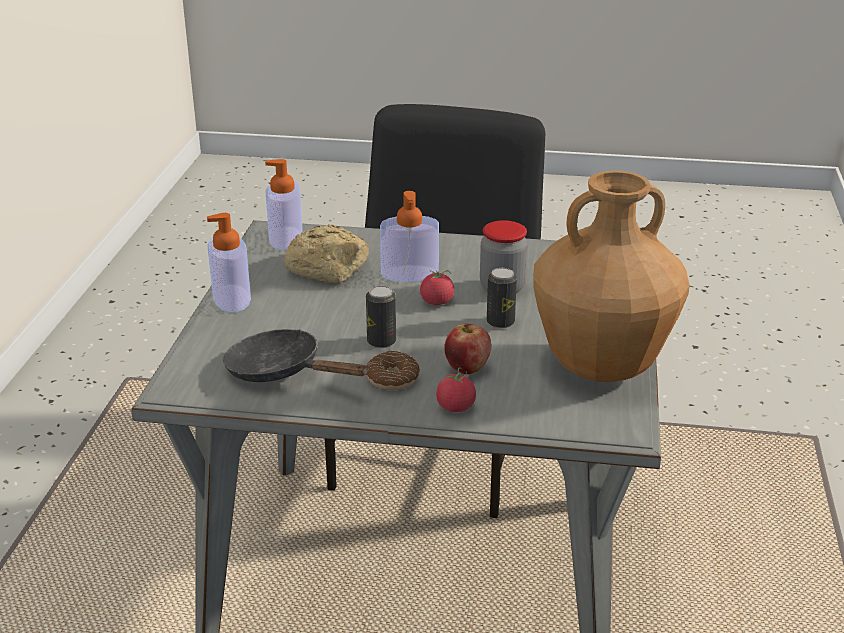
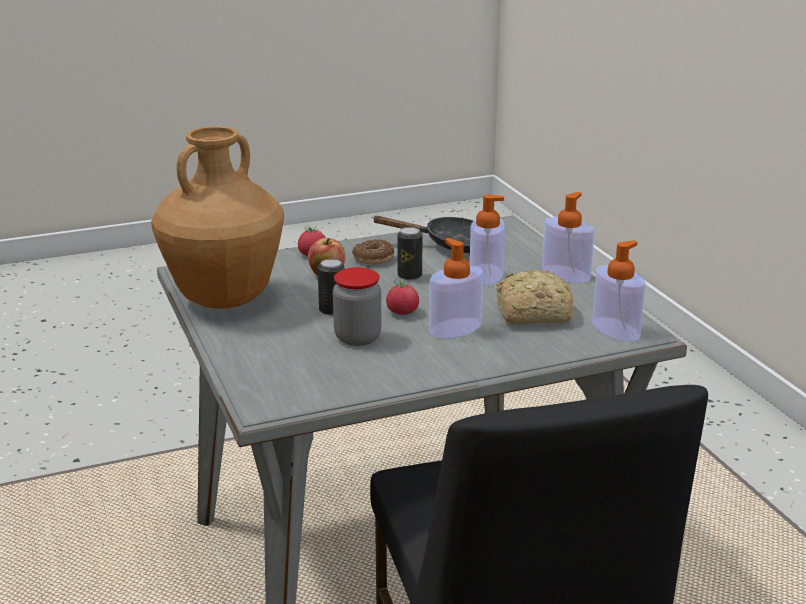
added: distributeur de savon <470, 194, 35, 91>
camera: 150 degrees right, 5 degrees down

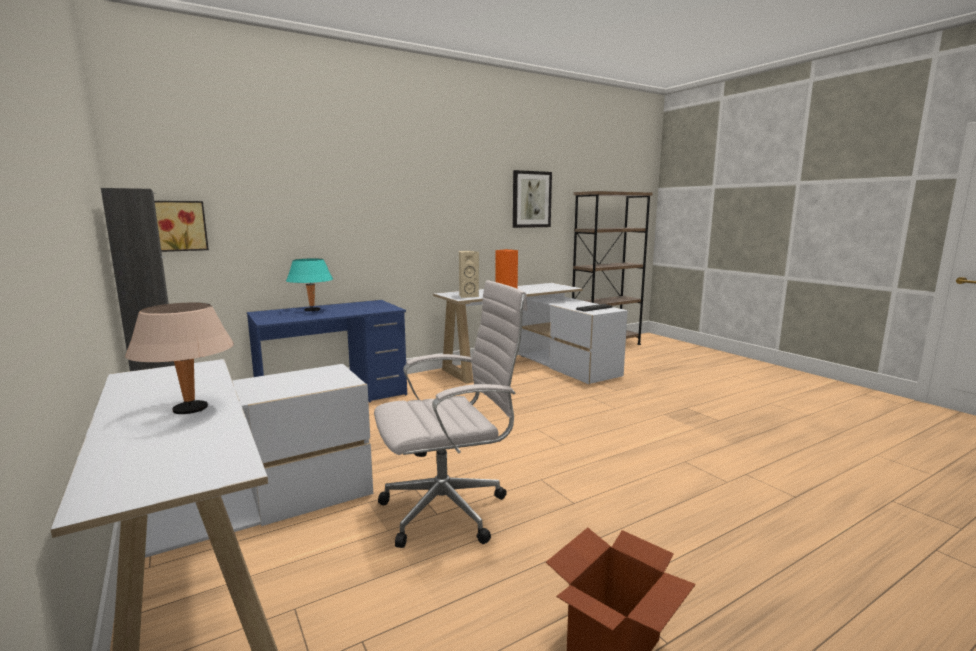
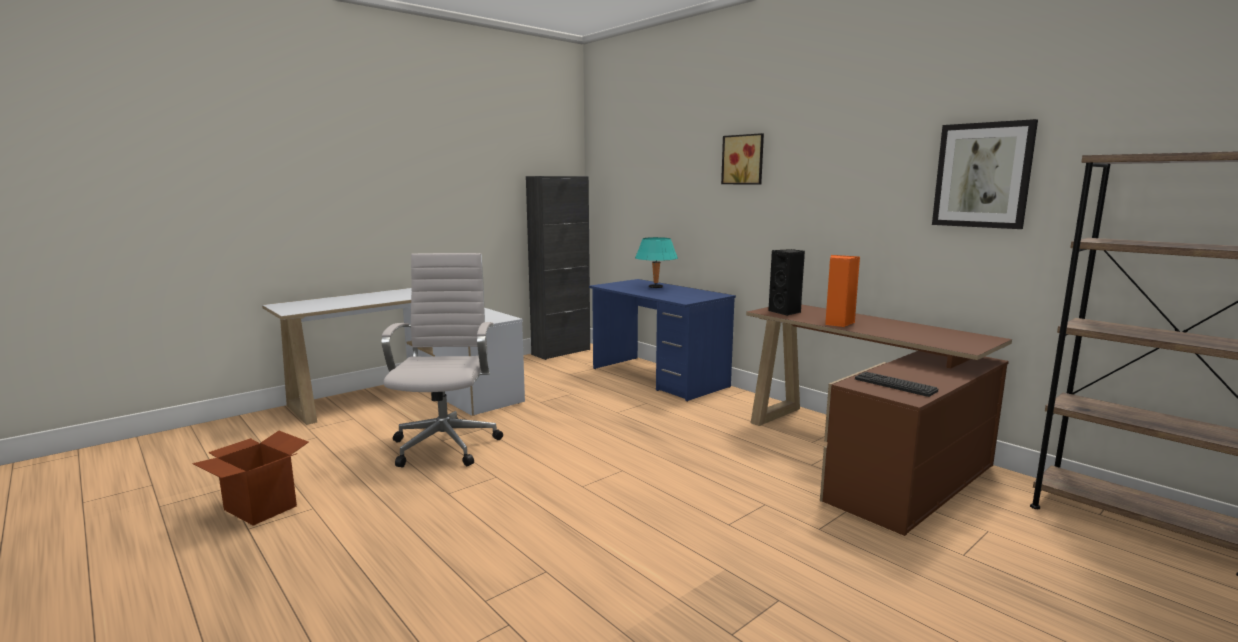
removed: lampe de table (beige) <125, 303, 109, 111>
moved: tableau <154, 201, 55, 51> to <721, 133, 43, 52>
recoloured: enceinte (beige) <459, 251, 20, 47> to enceinte (noir) <768, 249, 37, 67>; bureau (blanc) <433, 283, 195, 101> to bureau (marron) <746, 304, 266, 232>
turned: chaise de bureau (blanc) <374, 280, 154, 268> = <381, 253, 122, 214> 150 degrees counterclockwise
camera: 80 degrees right, 0 degrees up

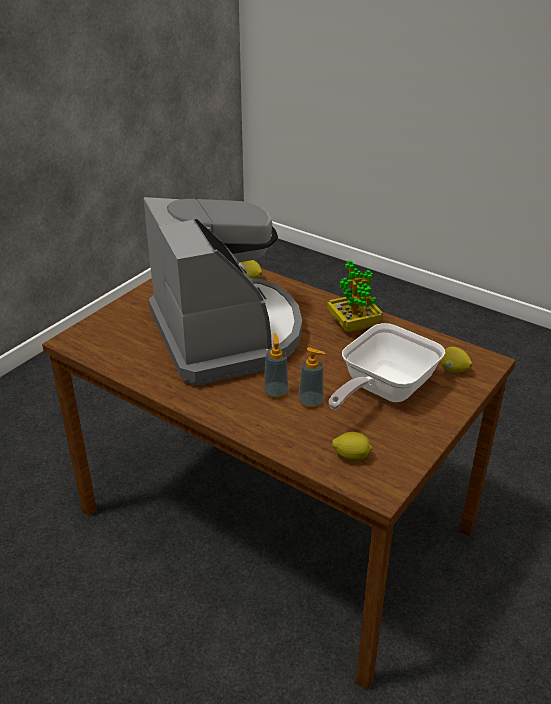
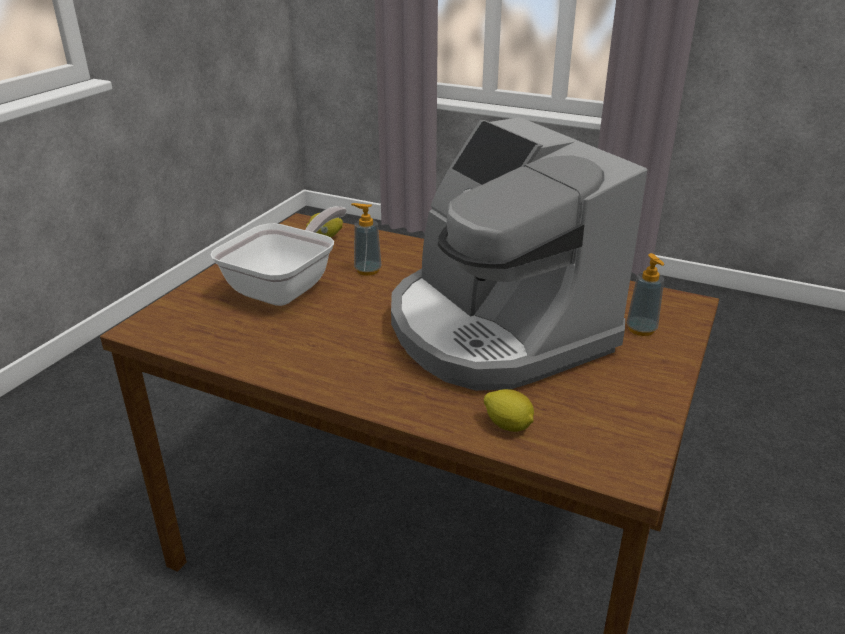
removed: plante en pot <327, 260, 56, 72>; citron <440, 347, 32, 26>
moved: distributeur de savon <264, 333, 24, 66> to <627, 253, 38, 83>
camera: 170 degrees right, 5 degrees down

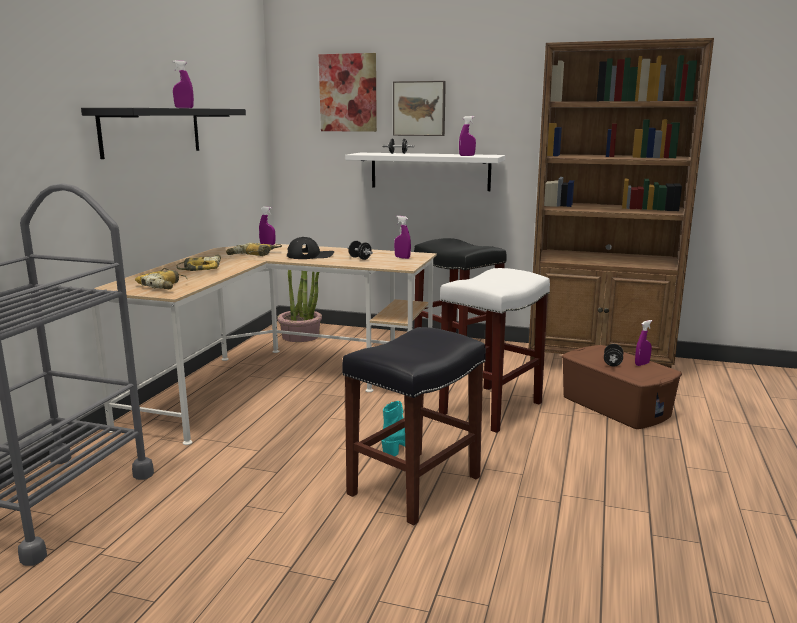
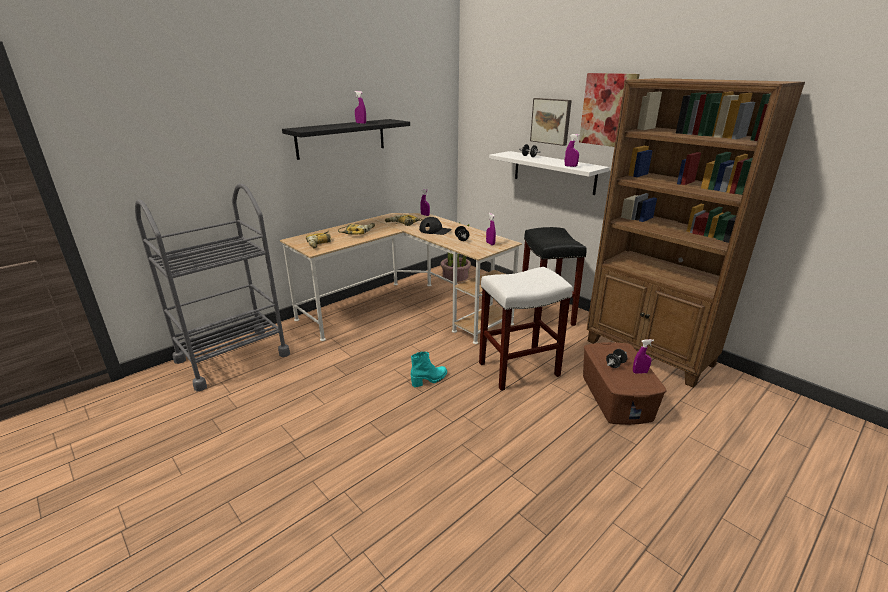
removed: tabouret (noir) <342, 327, 144, 198>
moved: tableau <319, 53, 58, 79> to <579, 73, 60, 74>
camera: 30 degrees right, 10 degrees up

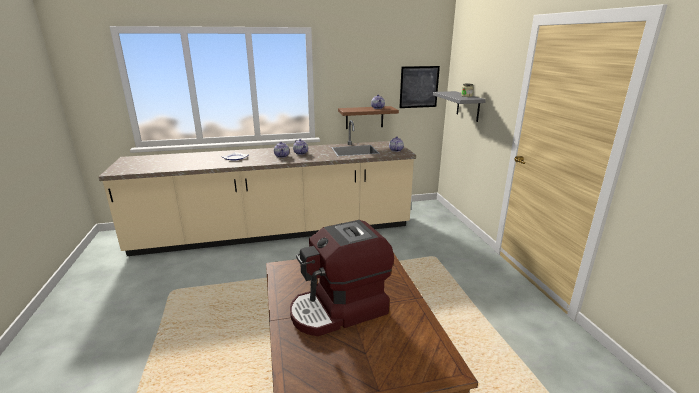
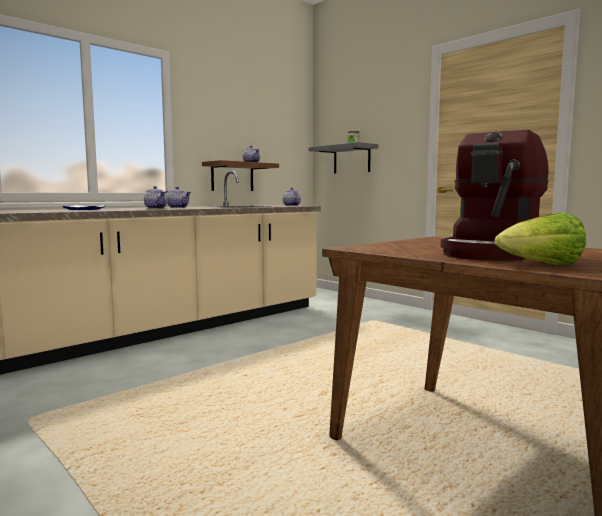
removed: tableau <399, 66, 41, 42>
added: laitue <495, 212, 91, 53>
camera: 30 degrees left, 15 degrees down

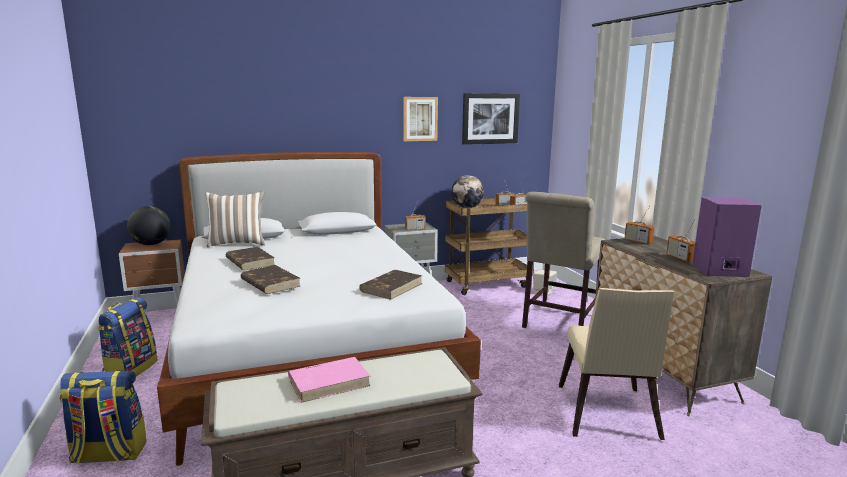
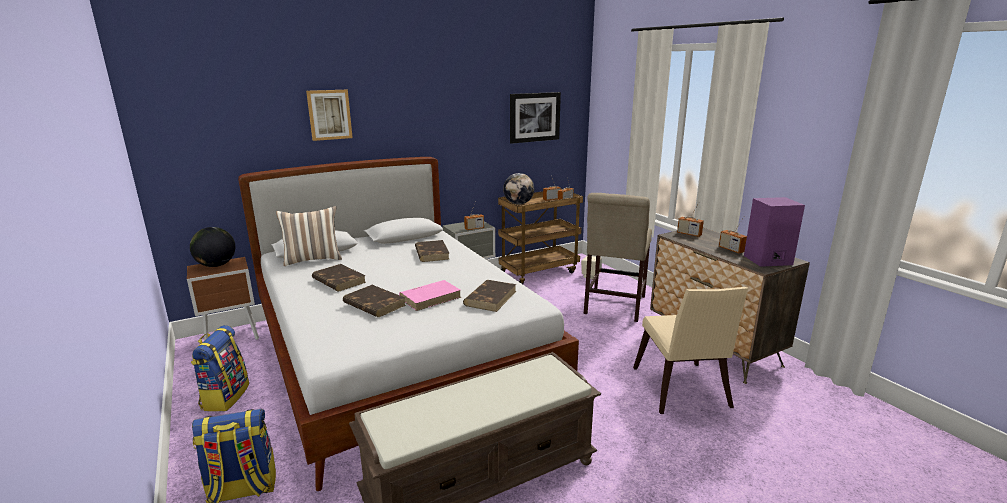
added: livre (marron) <415, 240, 34, 22>
moved: tableau <403, 97, 35, 44> to <306, 90, 47, 51>; livre (rose) <288, 357, 83, 46> to <399, 280, 62, 31>
camera: 10 degrees left, 5 degrees up

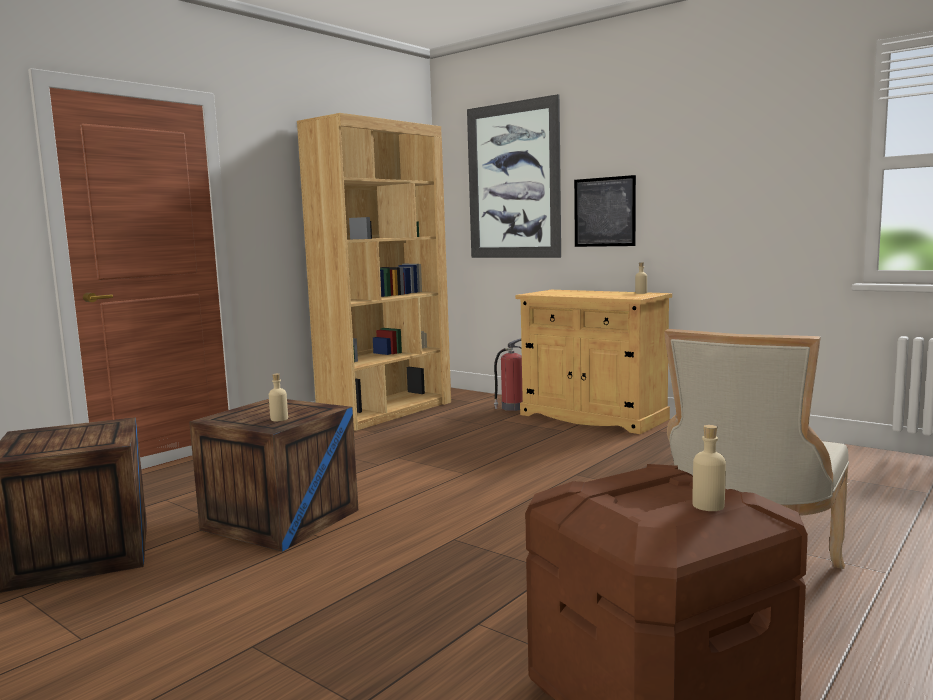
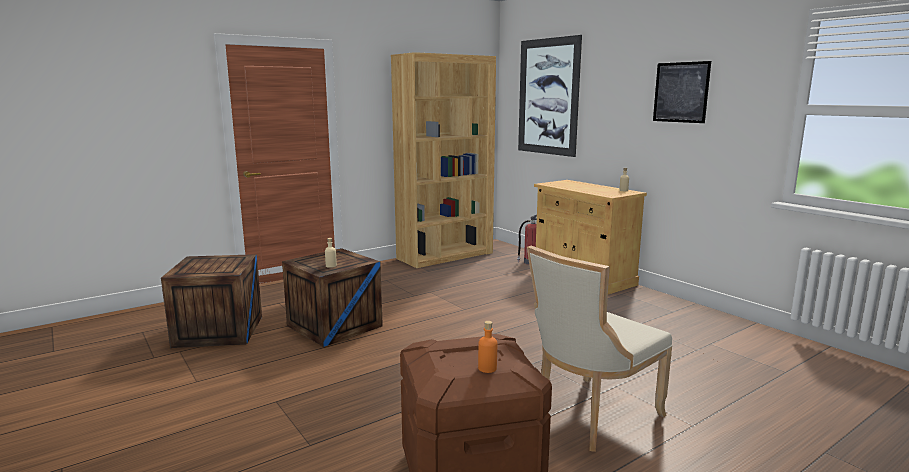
moved: tableau <574, 175, 62, 72> to <653, 61, 58, 62>
recoloured: bouteille (beige) <692, 425, 34, 86> to bouteille (orange) <478, 321, 19, 52>
camera: 15 degrees right, 5 degrees up

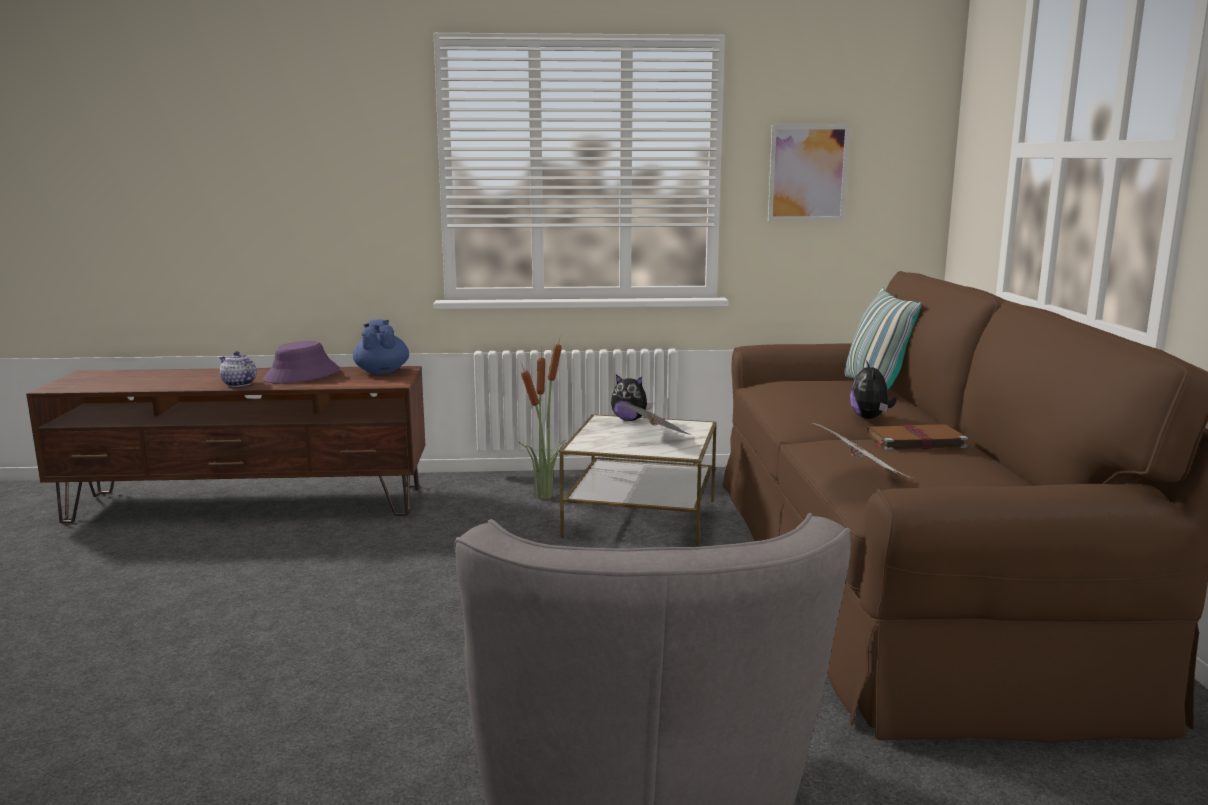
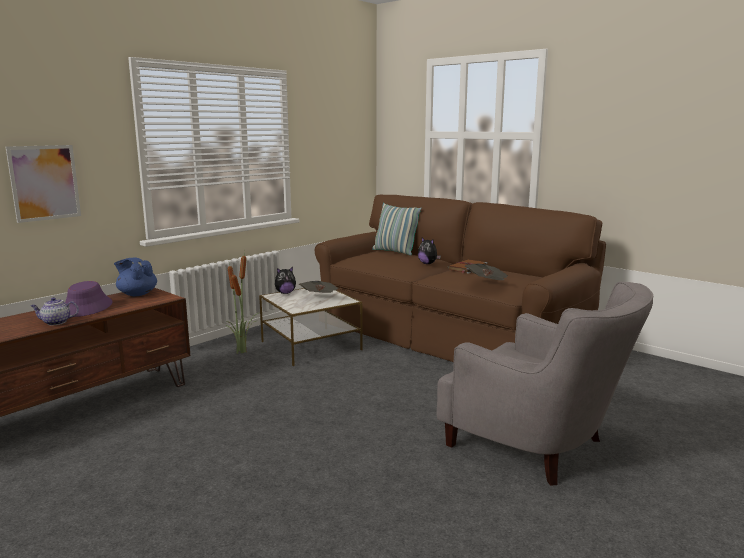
moved: tableau <768, 125, 82, 96> to <6, 145, 75, 78>
camera: 45 degrees left, 0 degrees up

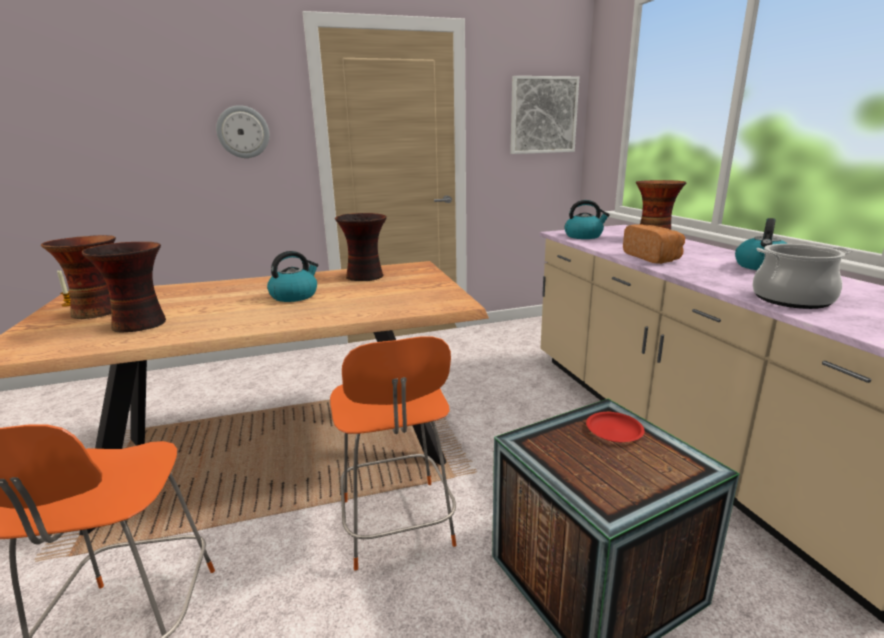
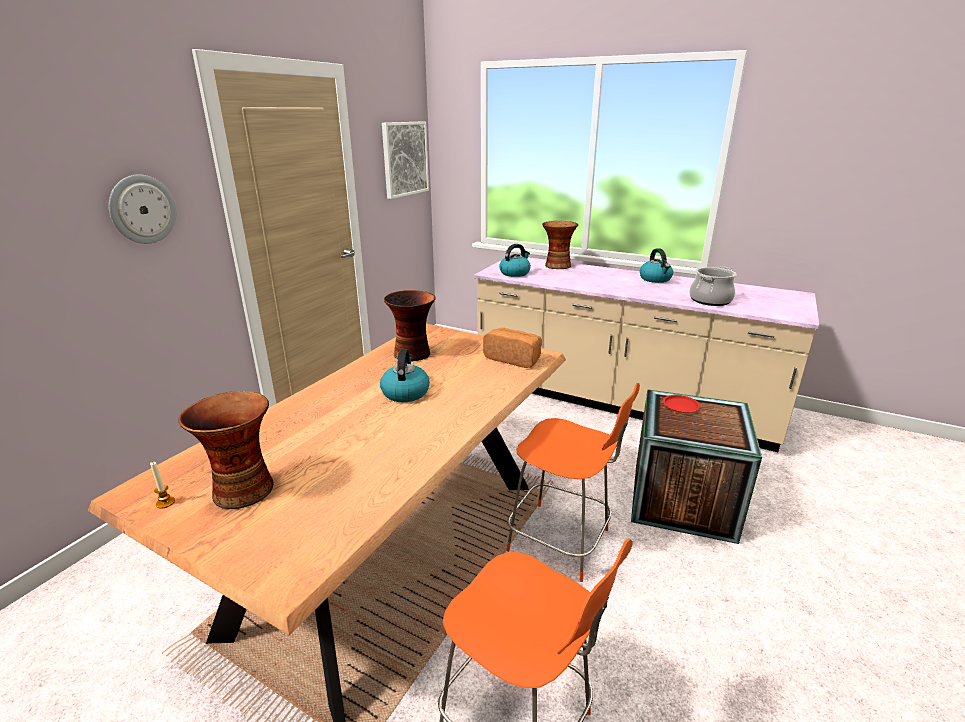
removed: vase <82, 242, 84, 91>
moved: pain <623, 224, 62, 40> to <483, 328, 59, 40>
camera: 45 degrees left, 5 degrees up

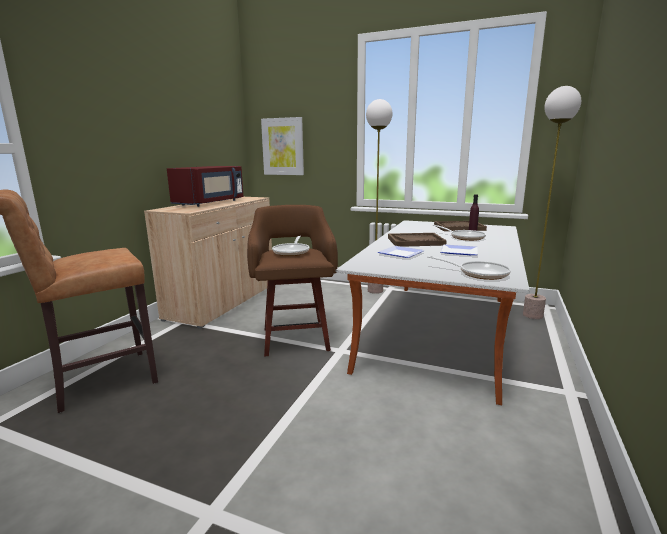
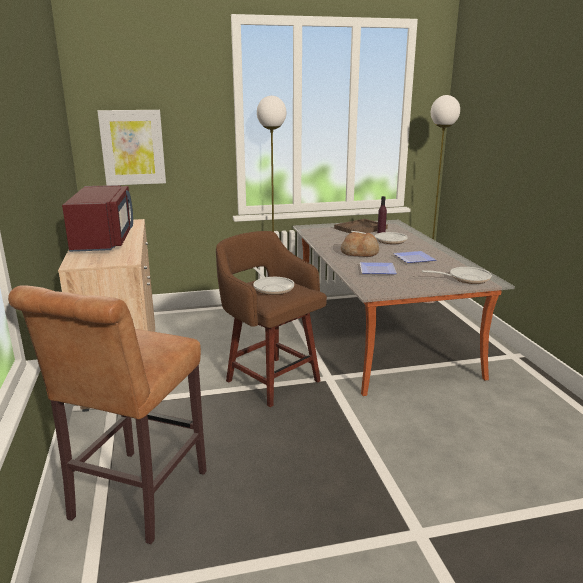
replaced: plateau (marron) <388, 233, 59, 14> to pain <341, 232, 38, 25>
camera: 35 degrees left, 5 degrees up

